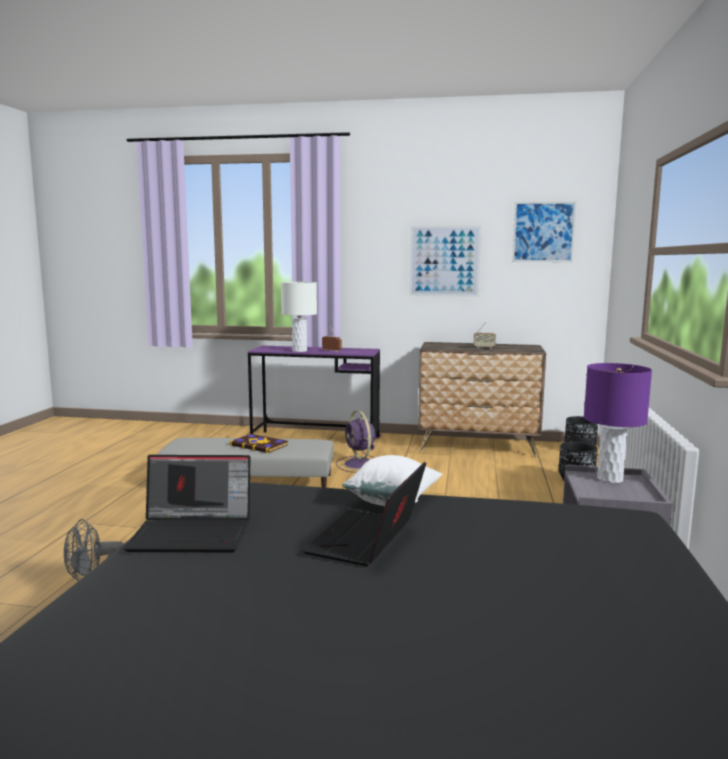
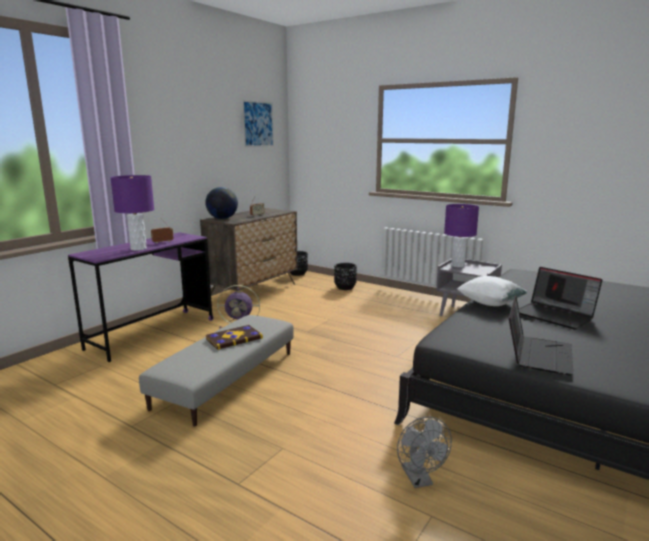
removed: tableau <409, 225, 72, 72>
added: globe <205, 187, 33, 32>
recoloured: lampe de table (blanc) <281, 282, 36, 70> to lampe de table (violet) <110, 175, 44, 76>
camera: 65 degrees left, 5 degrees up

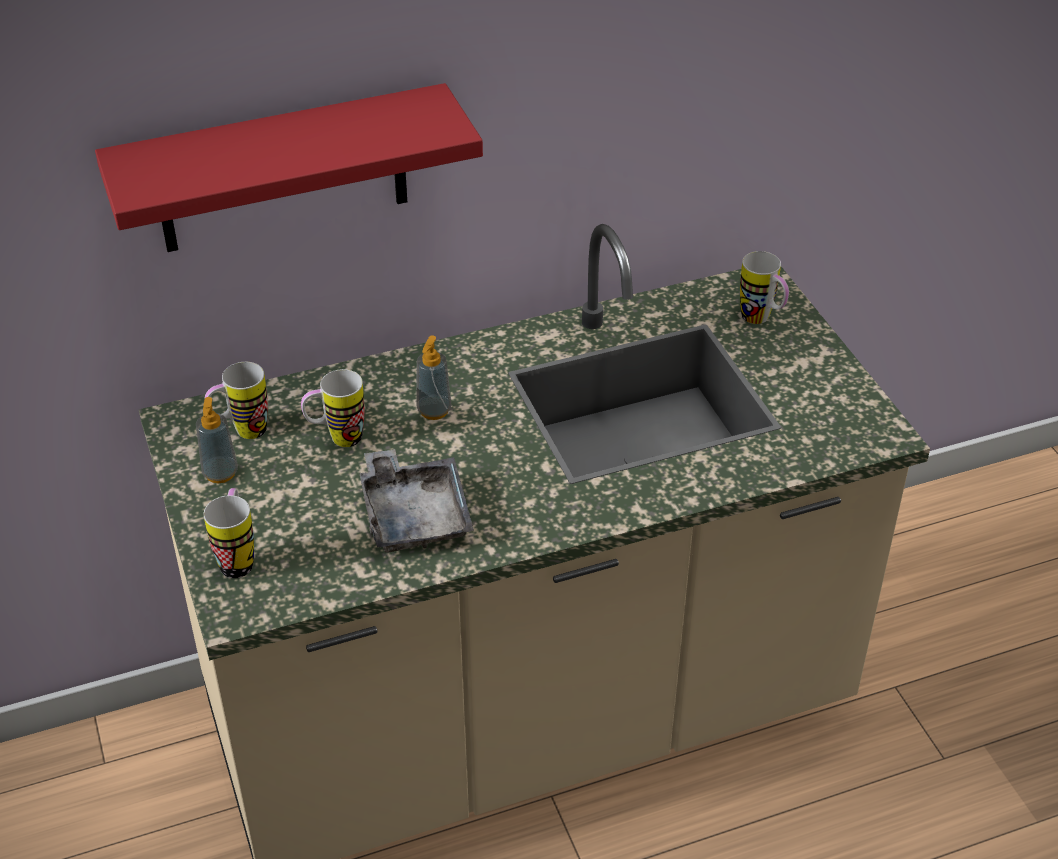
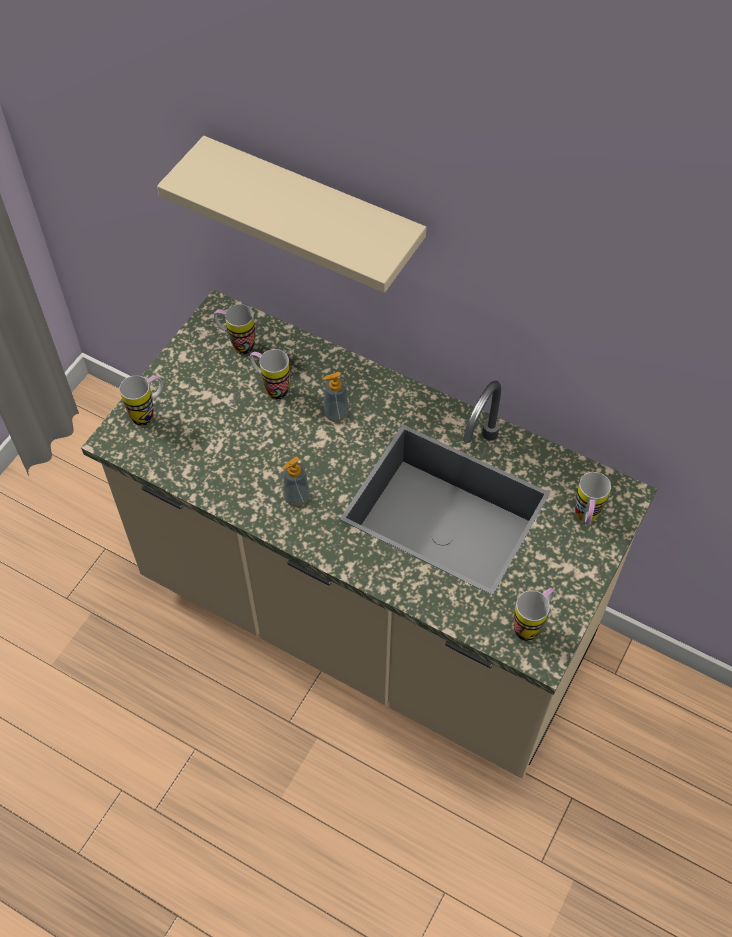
removed: plateau (gris) <359, 449, 115, 104>
added: mug <514, 588, 41, 53>
moved: distributeur de savon <196, 397, 42, 86> to <282, 457, 28, 50>
recoloured: étagère (rouge) <95, 83, 388, 169> to étagère (beige) <157, 136, 269, 157>
camera: 50 degrees right, 15 degrees up

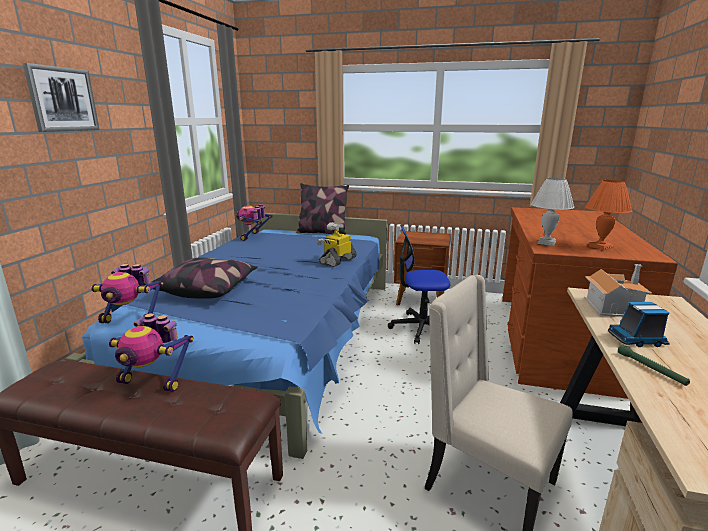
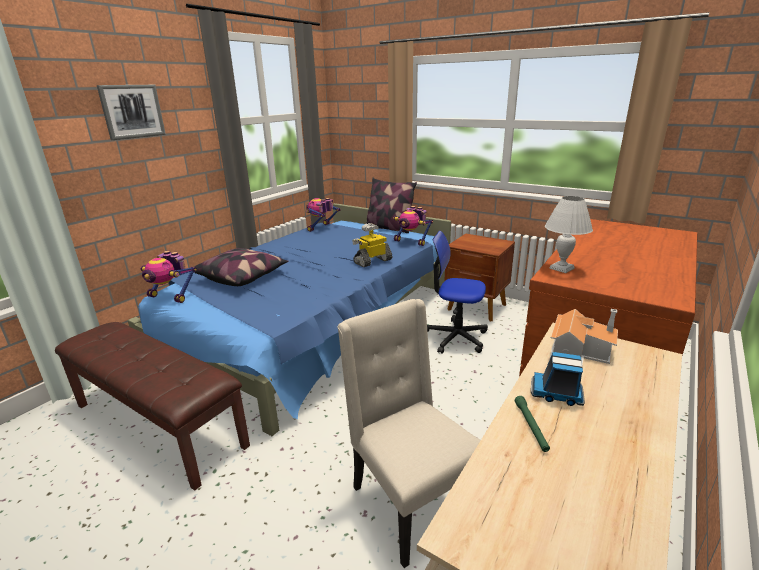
removed: lampe de table (orange) <585, 180, 47, 70>
moved: robot jouet <109, 313, 84, 79> to <393, 206, 40, 40>
camera: 20 degrees right, 5 degrees up

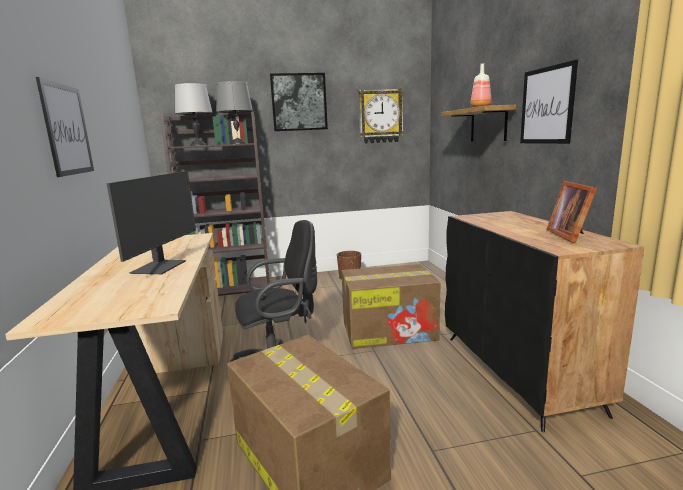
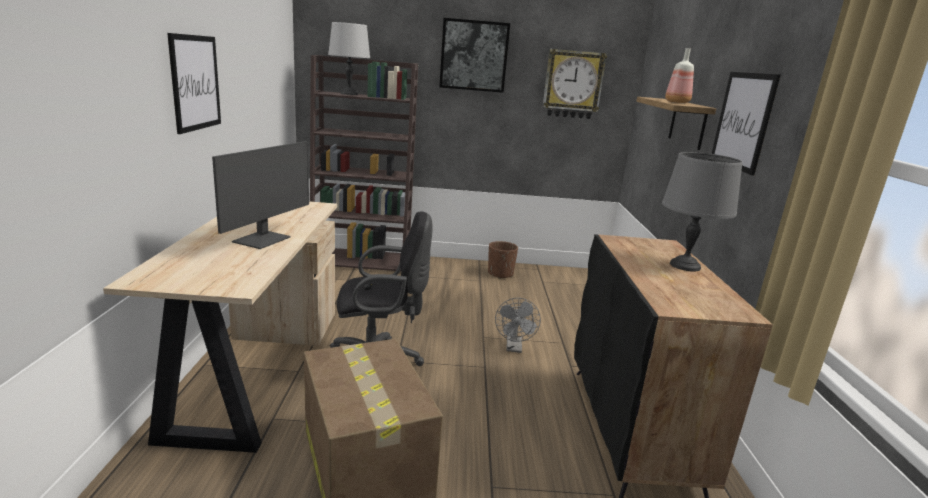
removed: cadre photo <546, 181, 51, 62>
moved: lampe de table (gris) <216, 81, 37, 63> to <662, 152, 81, 120>
replaced: carton <341, 264, 99, 85> to ventilateur (gris) <495, 298, 46, 55>
camera: 10 degrees right, 5 degrees up

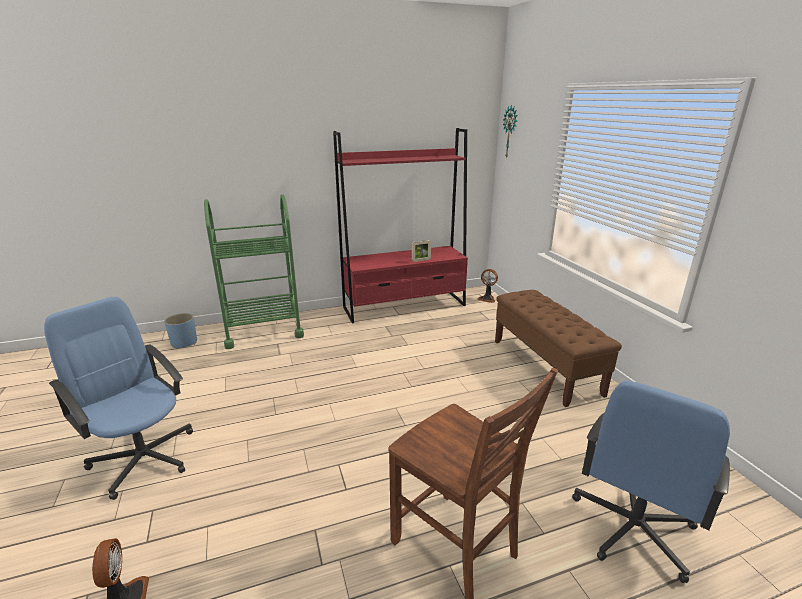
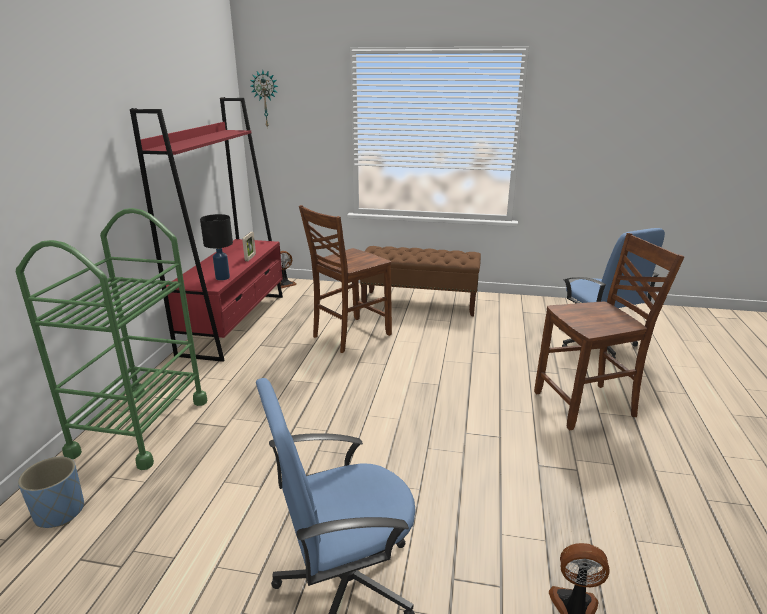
added: chaise (marron) <299, 205, 93, 148>; lampe de table (noir) <200, 214, 33, 66>
camera: 60 degrees left, 0 degrees up

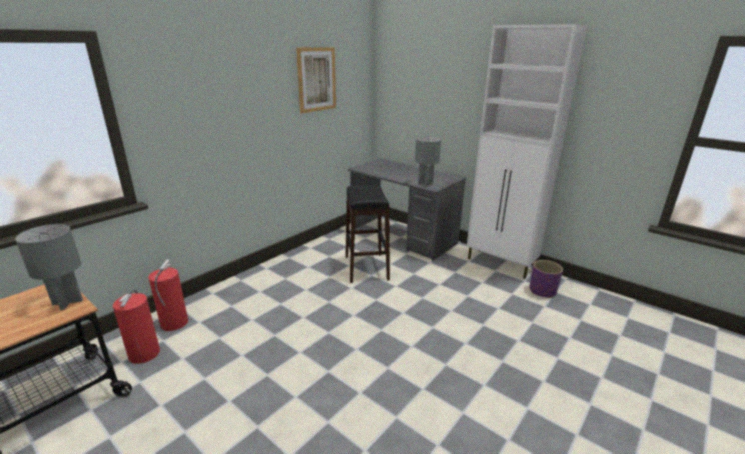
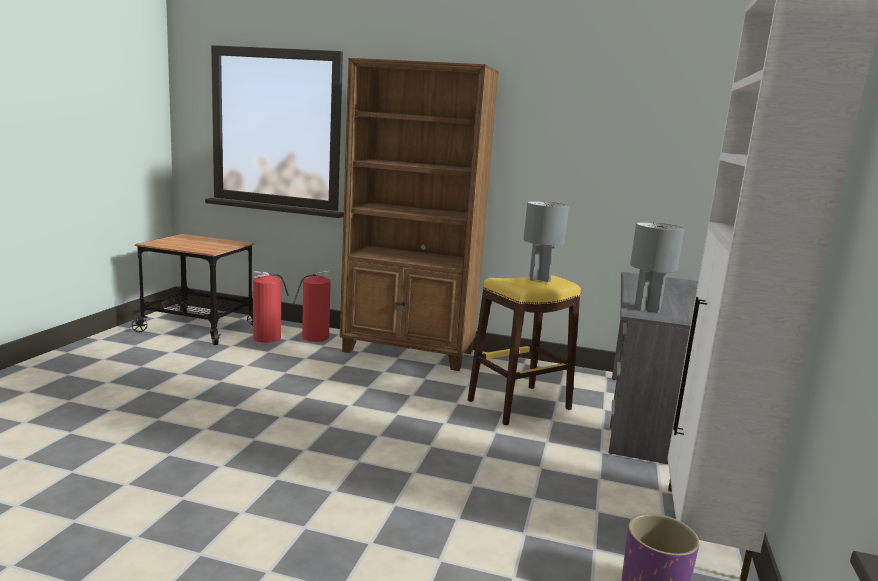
removed: tableau <296, 47, 40, 66>
added: bibliothèque (marron) <340, 58, 159, 313>
moved: lampe de table (gris) <15, 224, 68, 86> to <523, 201, 46, 81>
recoloured: tabouret (noir) <345, 185, 45, 98> to tabouret (jaune) <468, 275, 113, 150>
camera: 65 degrees right, 10 degrees down

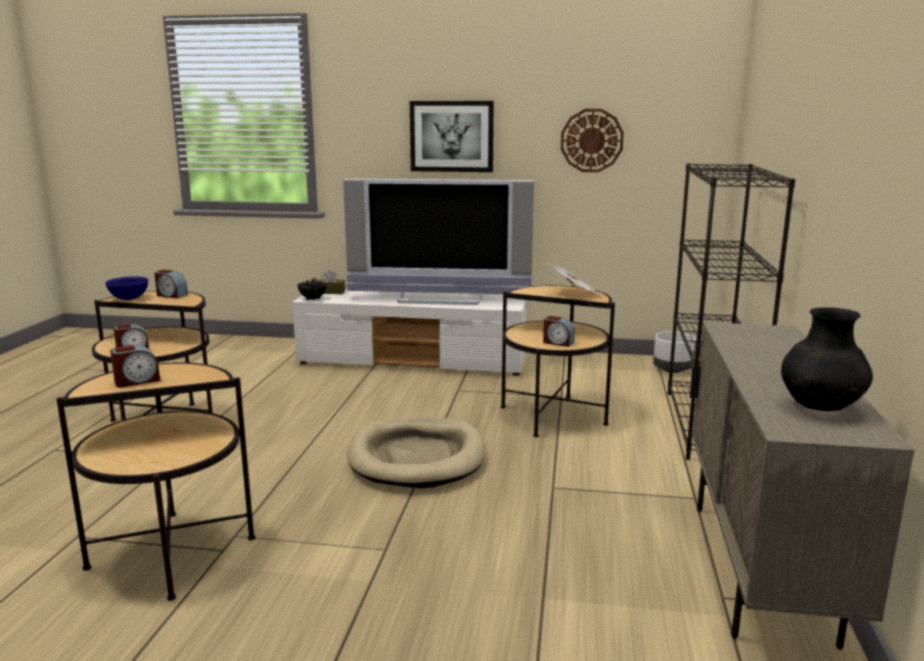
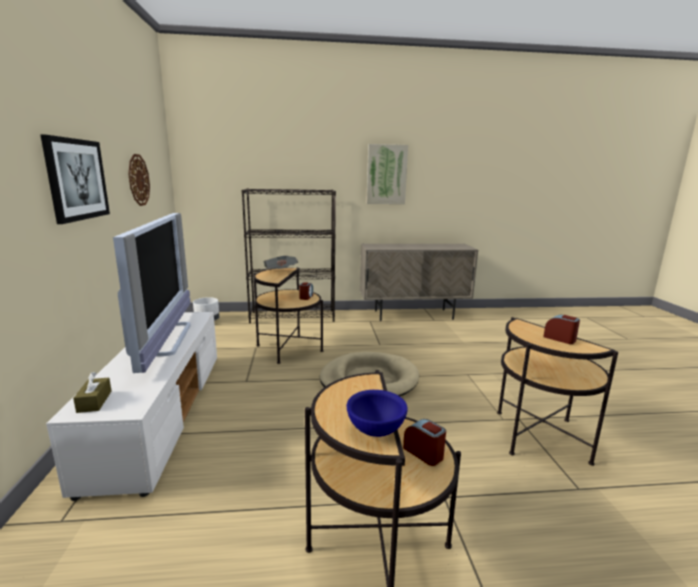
removed: réveil <154, 270, 34, 29>; théière (noir) <298, 277, 29, 24>; vase (noir) <781, 307, 92, 104>
added: tableau <366, 144, 42, 60>
camera: 105 degrees left, 0 degrees up

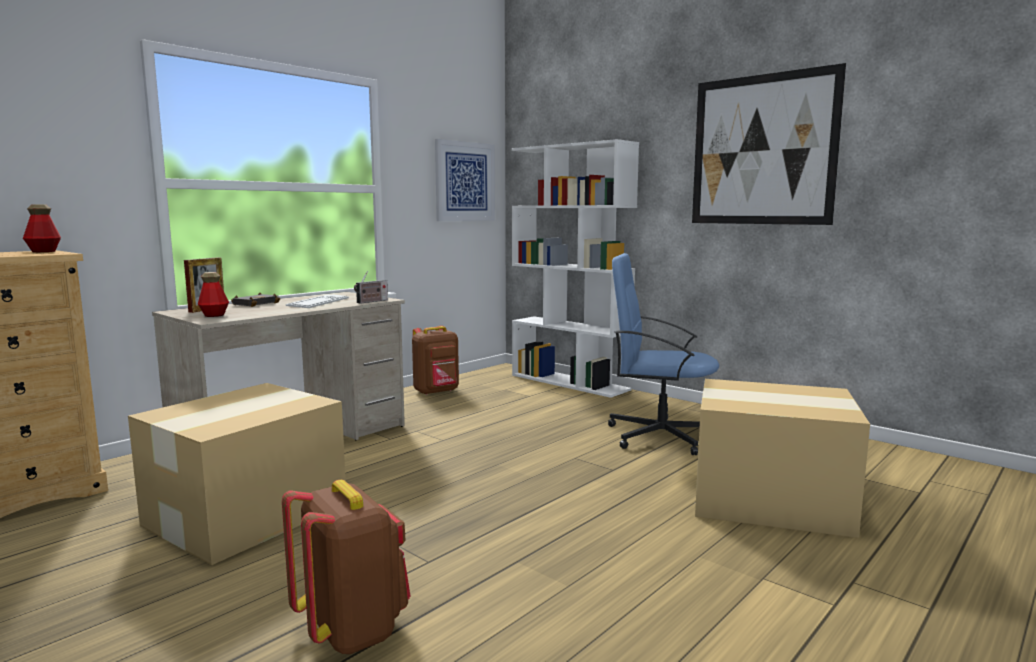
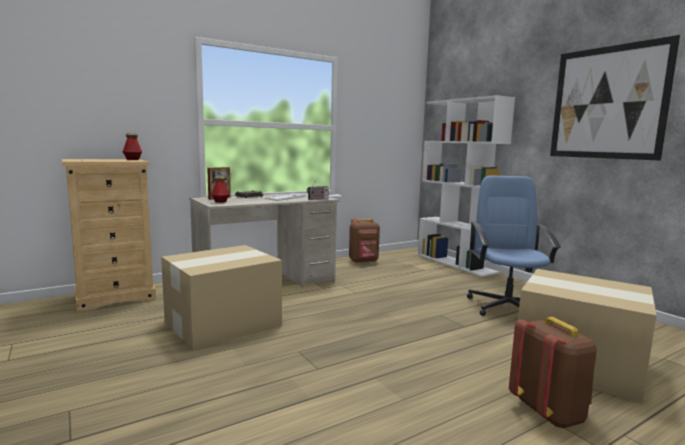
removed: tableau <435, 139, 60, 82>
moved: sac à dos (marron) <282, 480, 129, 174> to <509, 317, 88, 111>
turned: chaise de bureau (bleu) <608, 253, 111, 202> = <467, 176, 94, 140> 60 degrees clockwise
camera: 15 degrees right, 0 degrees up

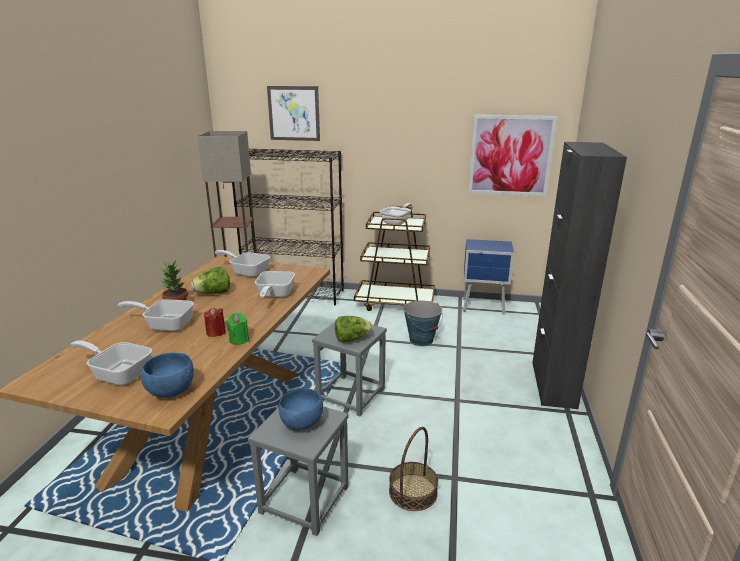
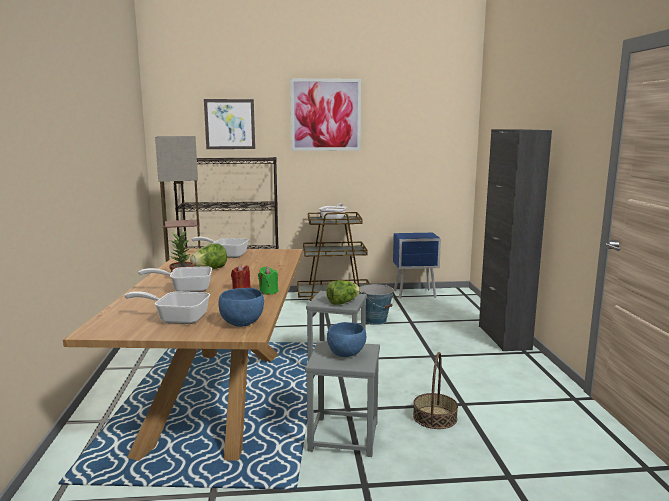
removed: poêle <255, 271, 40, 27>
moved: tableau <468, 115, 89, 81> to <290, 79, 71, 72>
camera: 15 degrees left, 10 degrees down

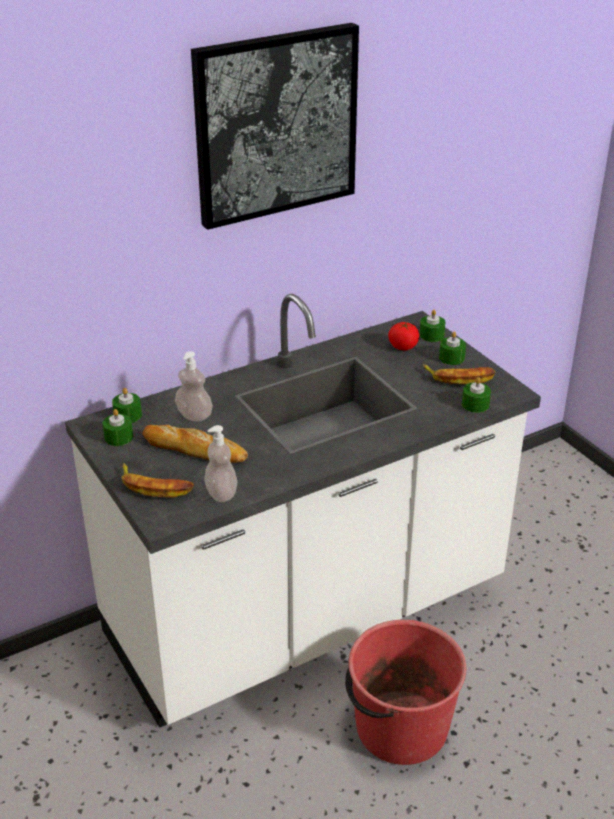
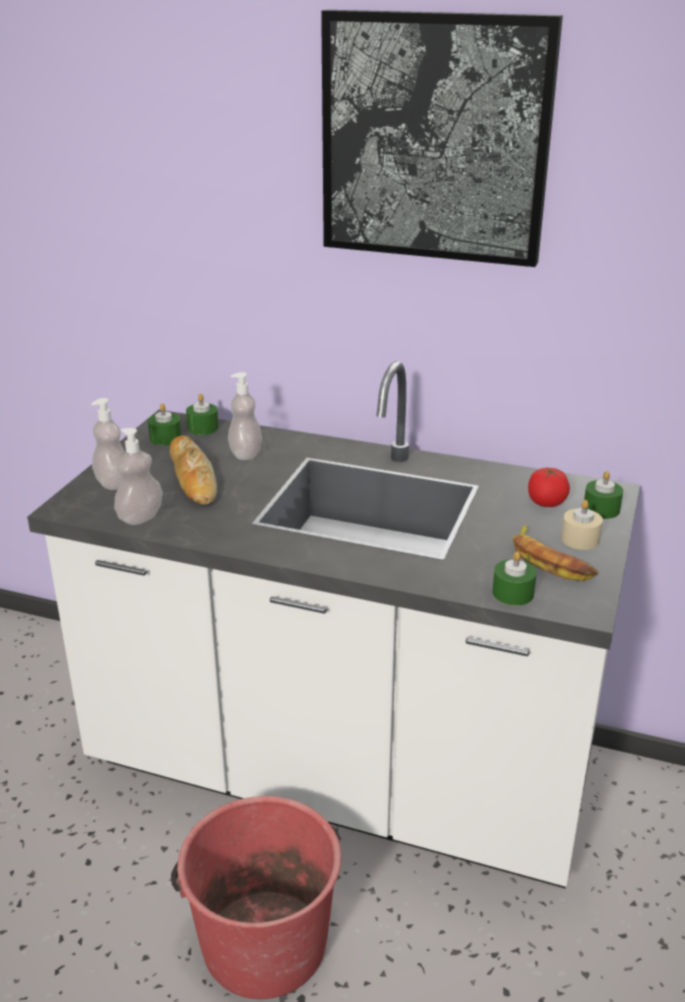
replaced: banane <121, 463, 73, 34> to distributeur de savon <91, 398, 34, 92>
recoloured: bougie (vert) <439, 331, 27, 34> to bougie (beige) <561, 500, 42, 50>
camera: 50 degrees right, 5 degrees down

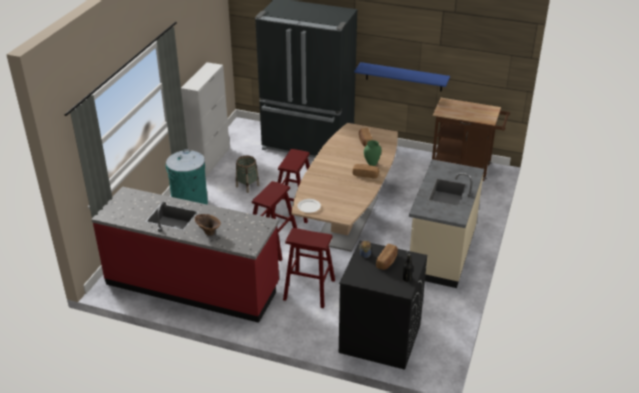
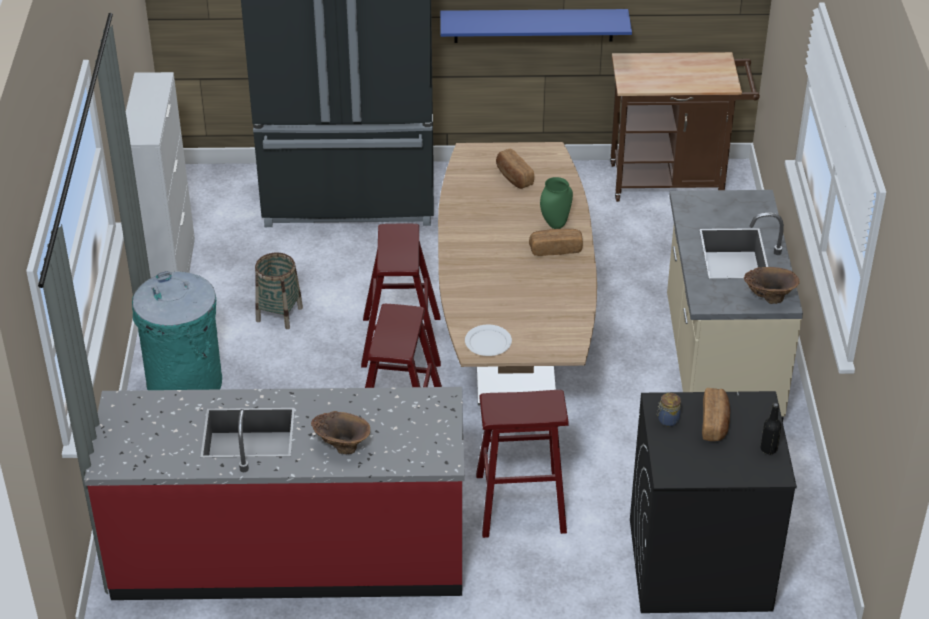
added: vase (marron) <744, 267, 56, 37>
camera: 20 degrees left, 5 degrees up

